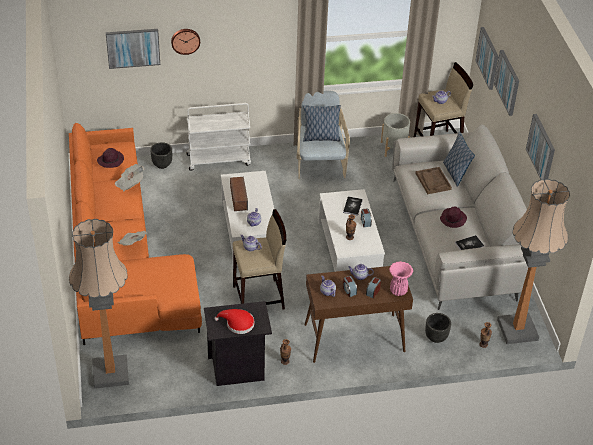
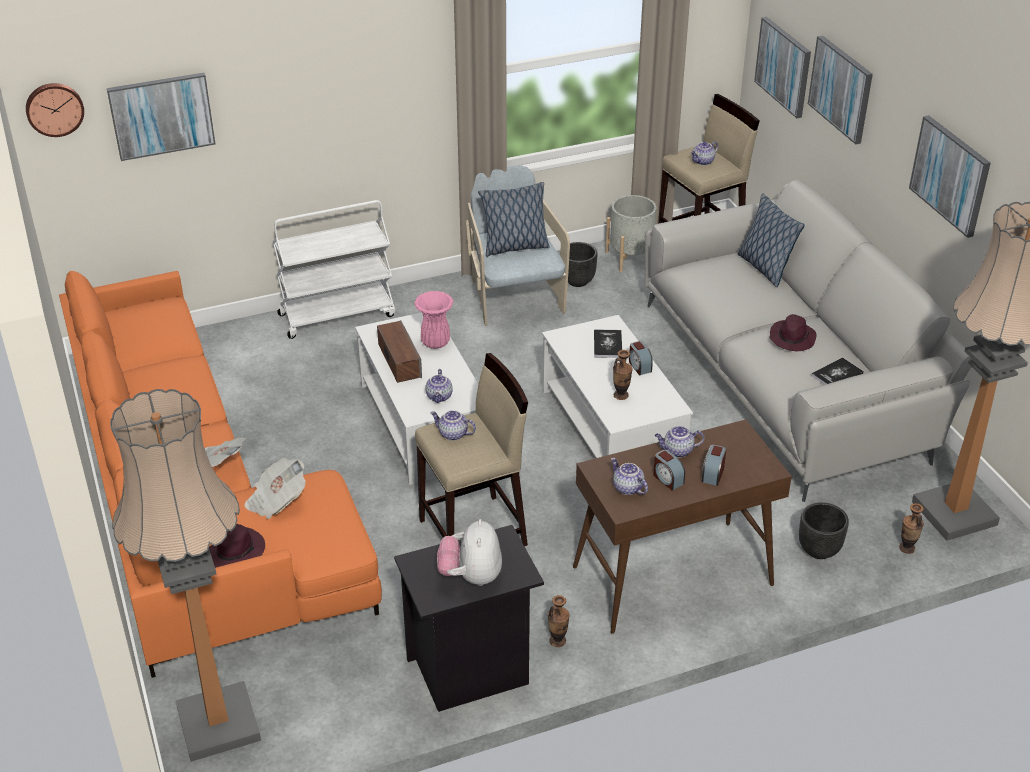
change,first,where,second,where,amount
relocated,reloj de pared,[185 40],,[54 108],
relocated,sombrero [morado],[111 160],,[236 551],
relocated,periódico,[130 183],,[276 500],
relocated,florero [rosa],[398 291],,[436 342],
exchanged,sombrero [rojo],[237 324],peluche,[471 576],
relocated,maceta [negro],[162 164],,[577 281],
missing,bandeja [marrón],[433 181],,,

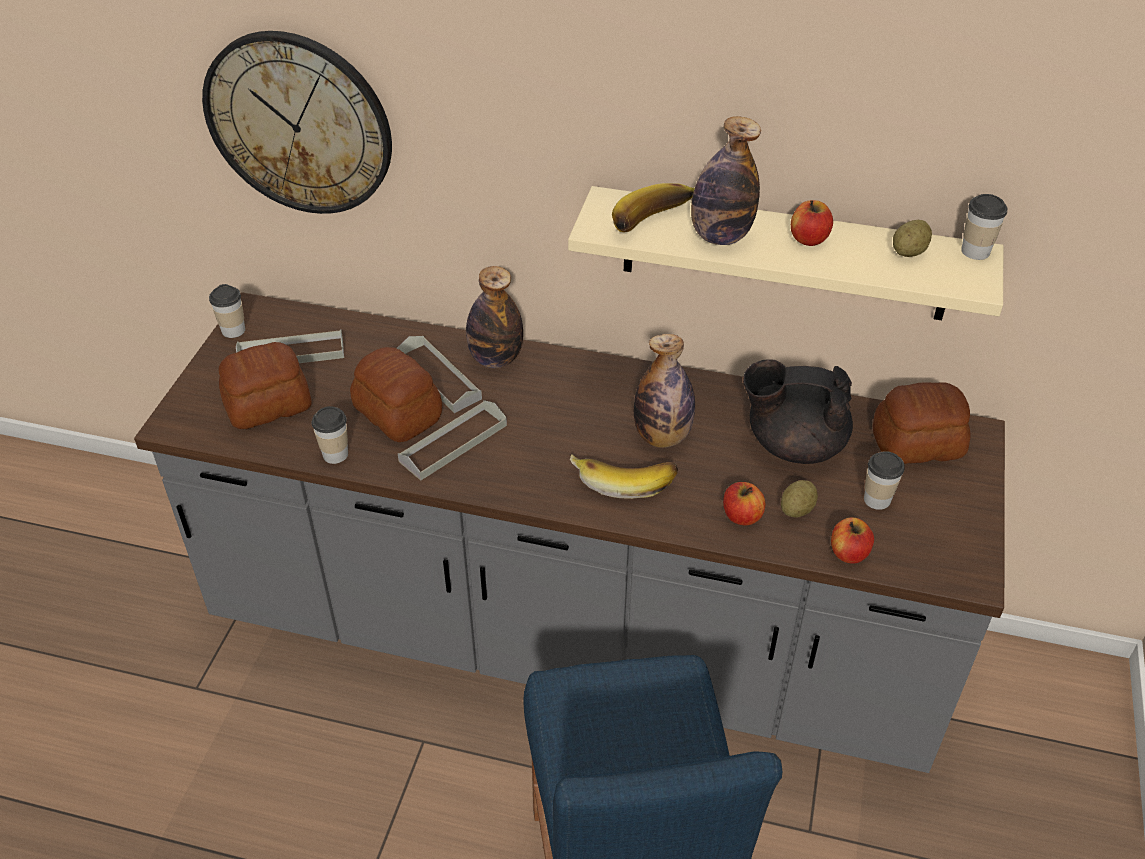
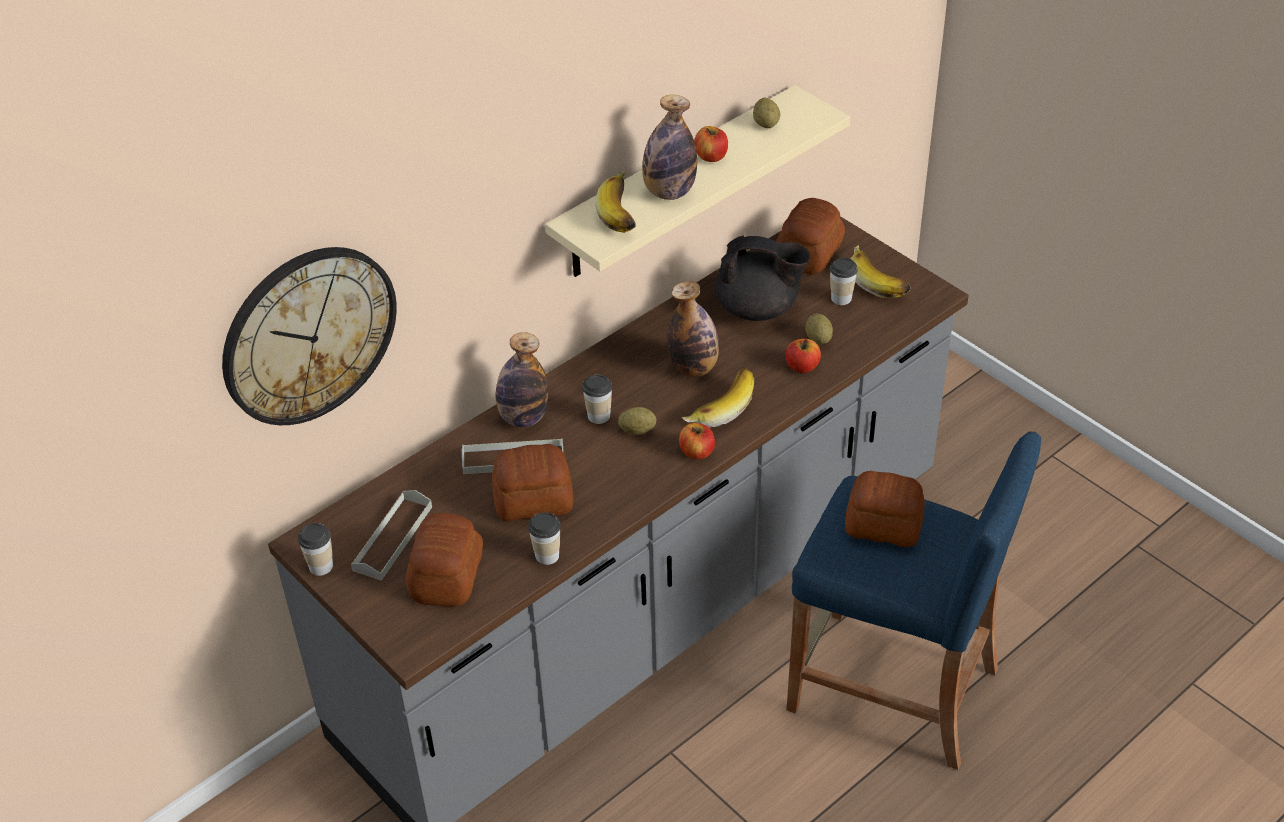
change,first,where,second,where,amount
relocated,taza,[975 251],,[599 416],
appeared,,,patata,[637 430],
relocated,manzana,[849 553],,[697 452],
spun,tetera [negro],[793 444],,[758 308],120 degrees counterclockwise
appeared,,,pan,[884 526],
appeared,,,plátano,[879 281],
missing,bandeja [gris],[453 443],,,

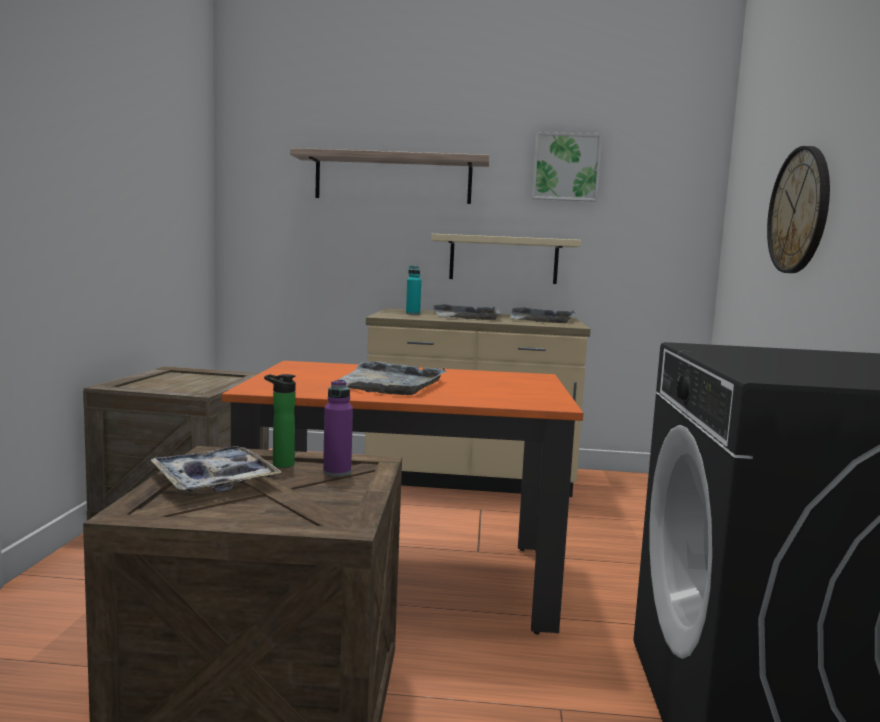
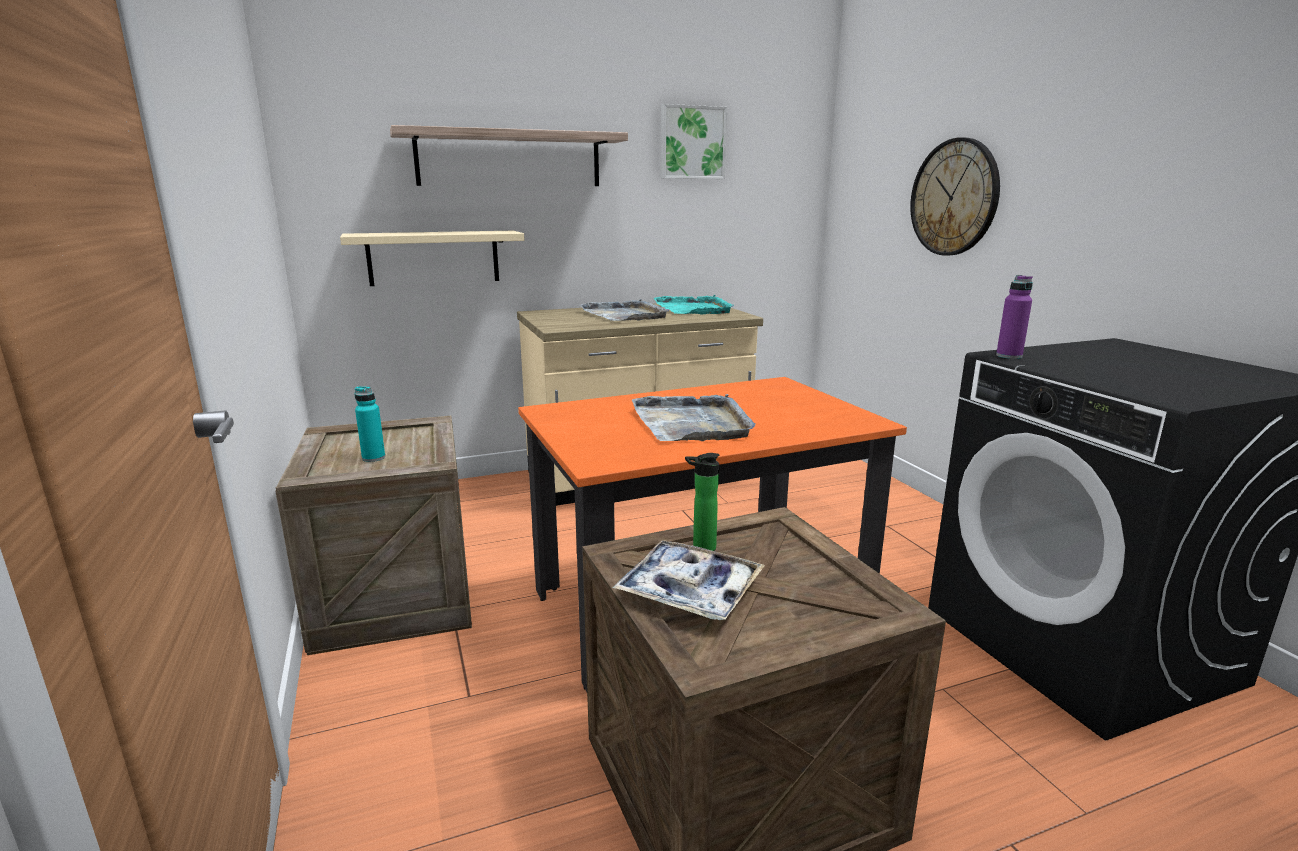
change,first,where,second,where,amount
relocated,estante [beis],[503 259],,[433 257],
relocated,botella [turquesa],[412 314],,[373 458],
colour,bandeja [gris],[541 319],bandeja [turquesa],[694 309],
relocated,botella [morado],[337 472],,[1009 356],

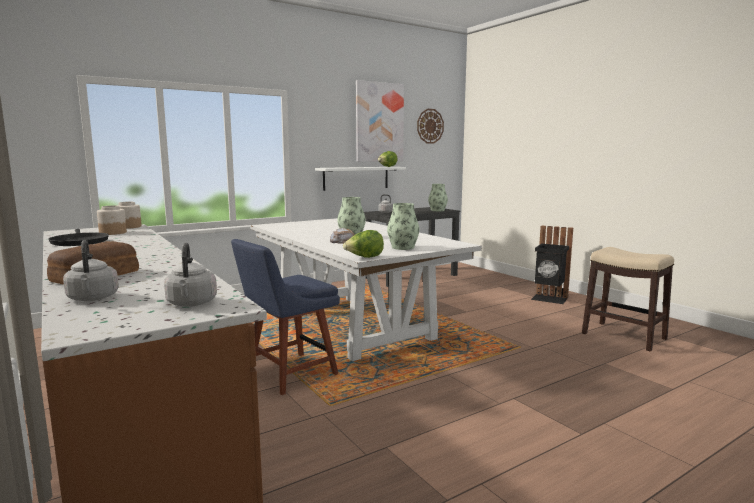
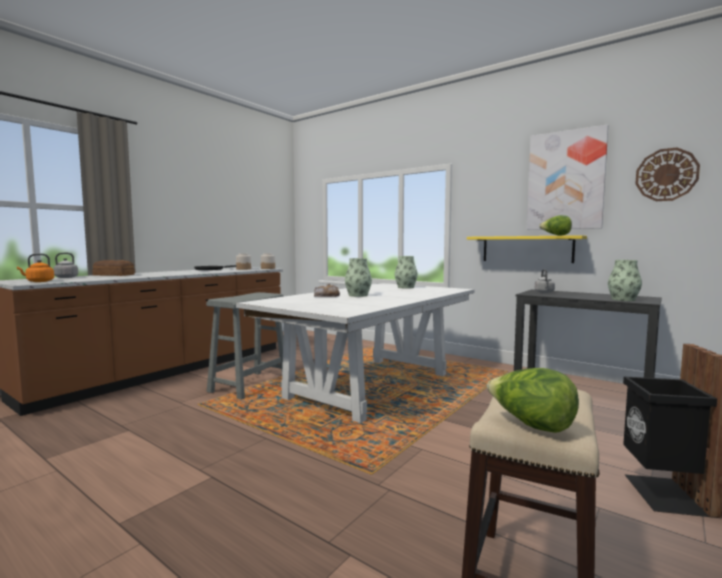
change,first,where,second,where,amount
colour,hervidor [gris],[191 304],hervidor [naranja],[38 281],
exchanged,silla [azul],[288 374],taburete [gris],[250 385],
relocated,florero,[403 247],,[406 287],
colour,estante [blanco],[356 178],estante [amarillo],[526 249],
relocated,lechuga,[364 258],,[531 425],

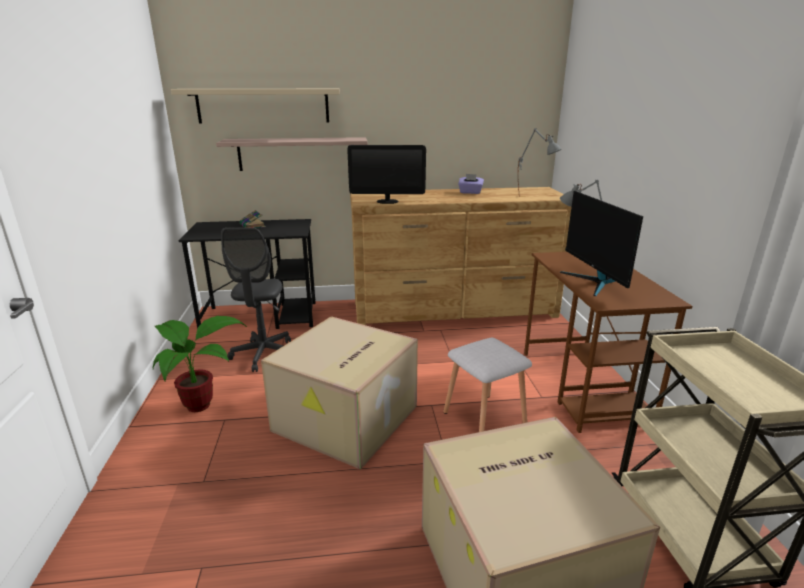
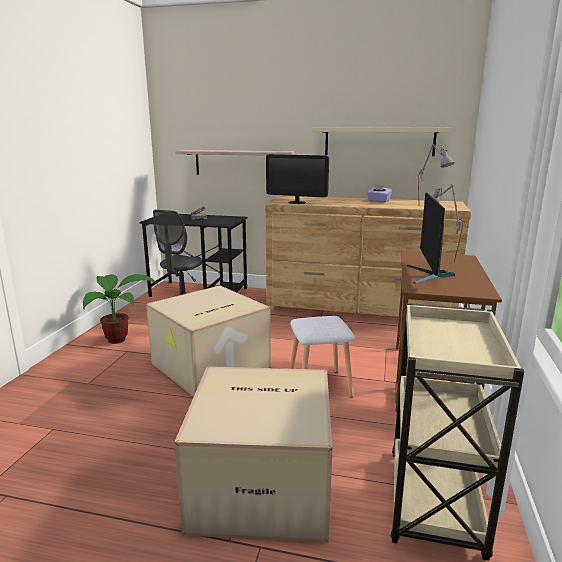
change,first,where,second,where,amount
relocated,estante [beis],[263 106],,[379 141],

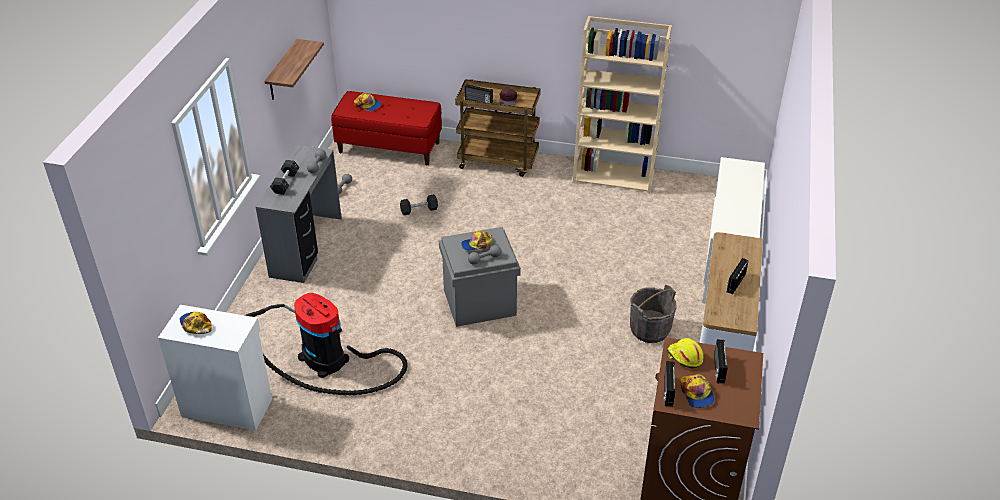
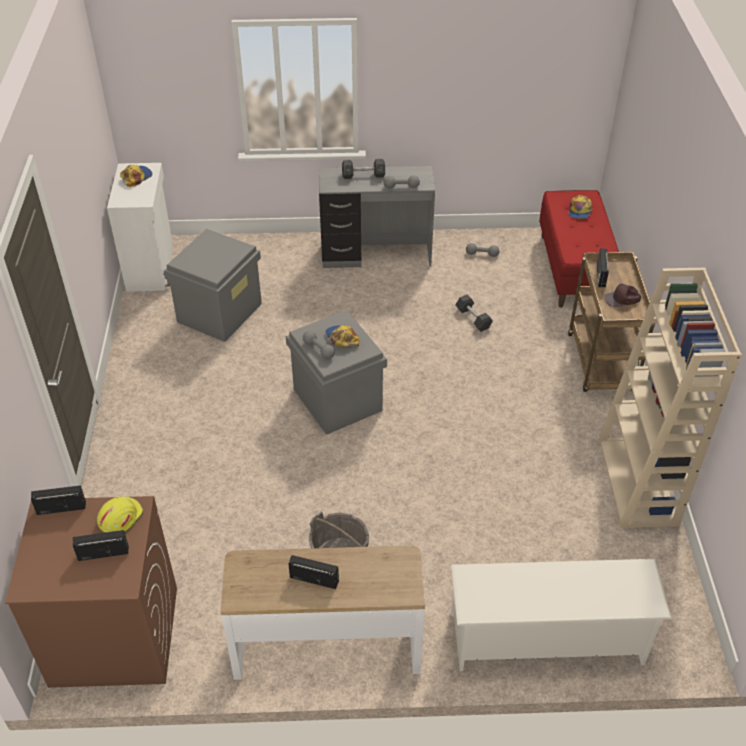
change,first,where,second,where,amount
exchanged,aspiradora,[328 361],caja de almacenaje [gris],[219 312],
missing,estante,[282 71],,,
missing,gorra,[697 394],,,

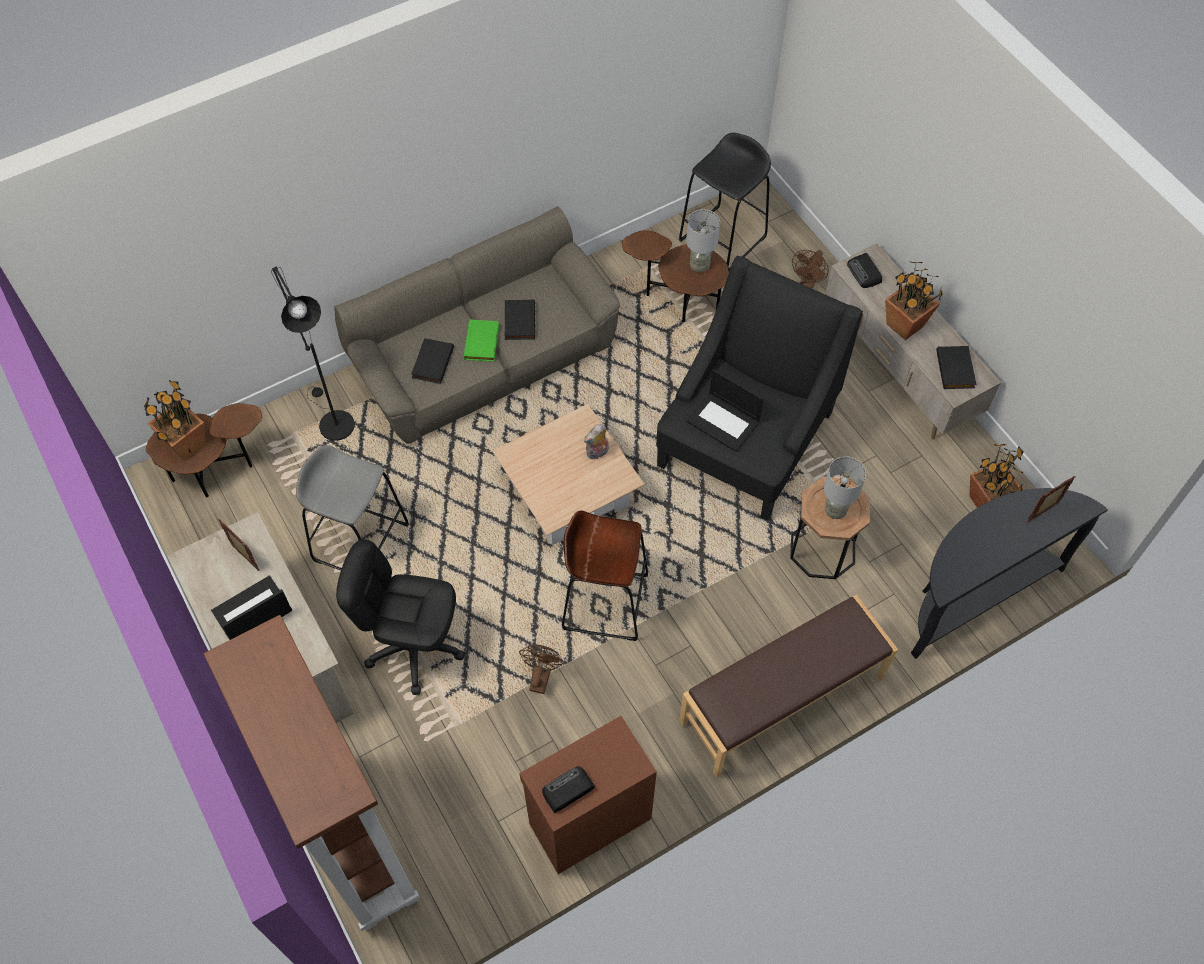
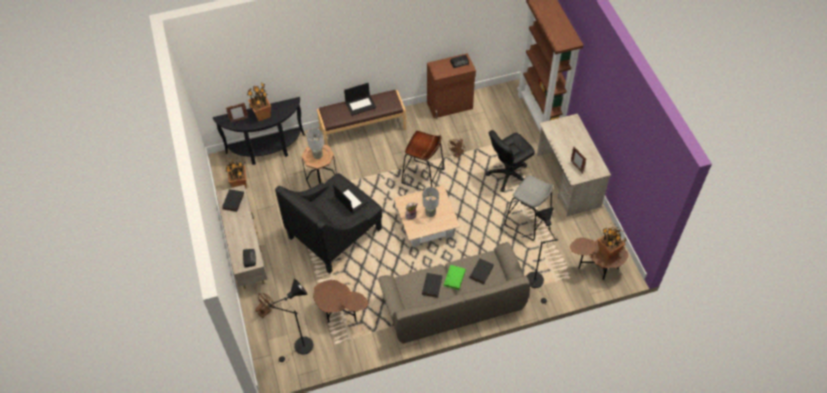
change,first,where,second,where,amount
relocated,planta en maceta,[905 325],,[262 115],
exchanged,taburete [negro],[723 239],lámpara de pie [negro],[300 348],
relocated,portátil,[252 612],,[360 104],
relocated,lámpara de mesa [gris],[699 265],,[430 213],
spun,silla de oficina [negro],[414 646],,[508 175],120 degrees clockwise

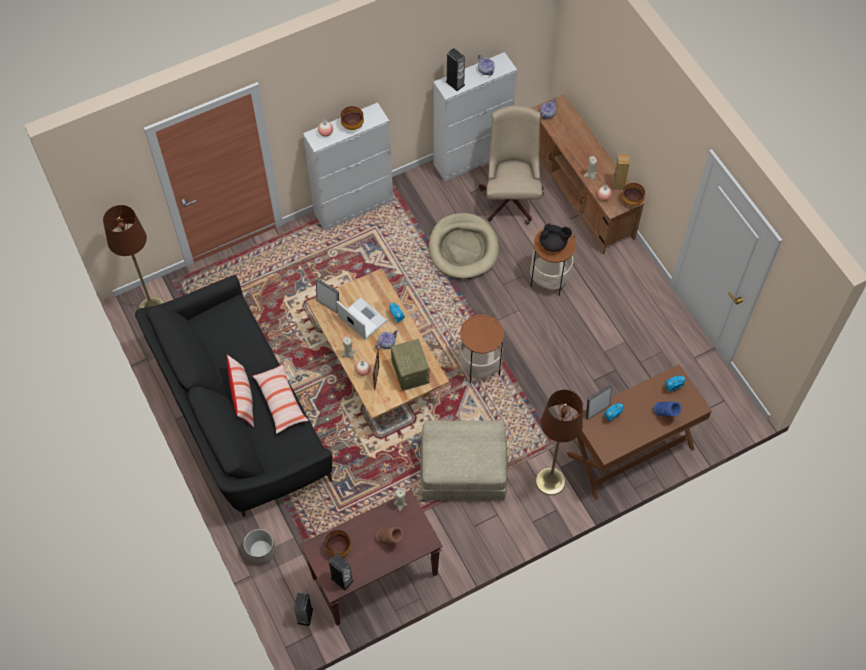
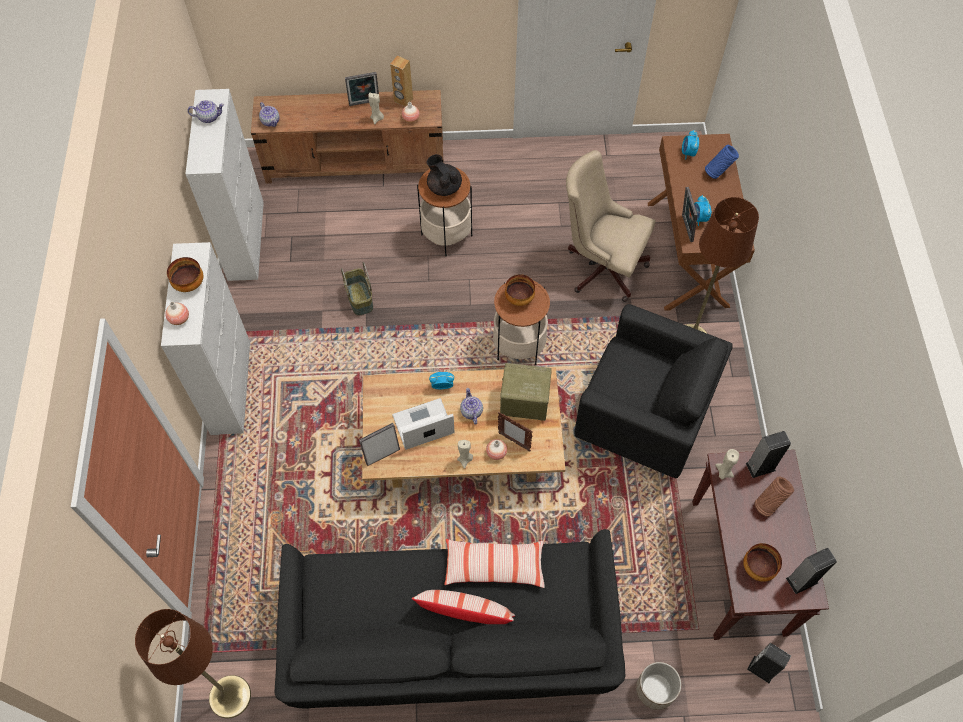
change,first,where,second,where,amount
exchanged,cama para perro [beis],[463 248],cesta,[359 298],
appeared,,,portarretratos,[364 104],
spun,tetera [negro],[553 244],,[444 187],75 degrees counterclockwise
relocated,cuenco,[631 201],,[519 299],
relocated,silla de oficina [beis],[511 196],,[601 266],
exchanged,puf [beis],[462 471],sillón [negro],[642 418],
relocated,altavoz,[455 83],,[760 466],

